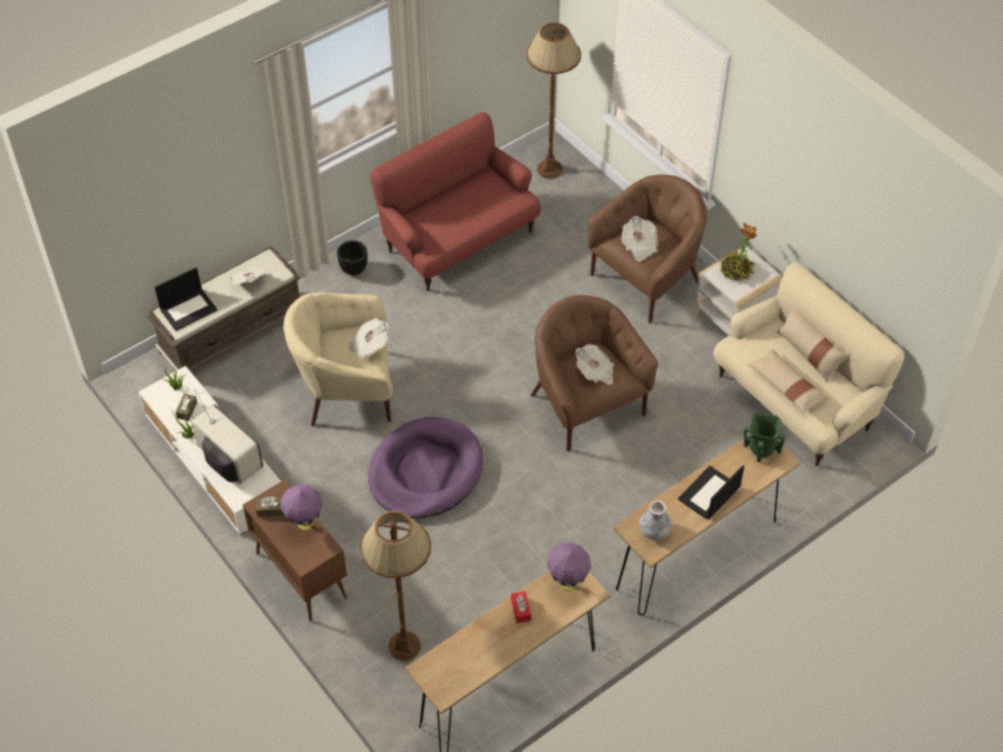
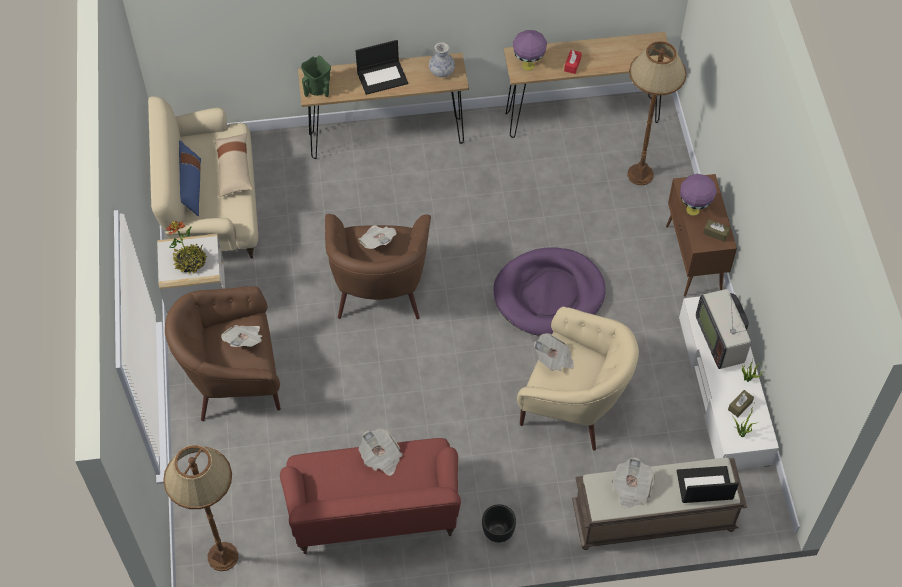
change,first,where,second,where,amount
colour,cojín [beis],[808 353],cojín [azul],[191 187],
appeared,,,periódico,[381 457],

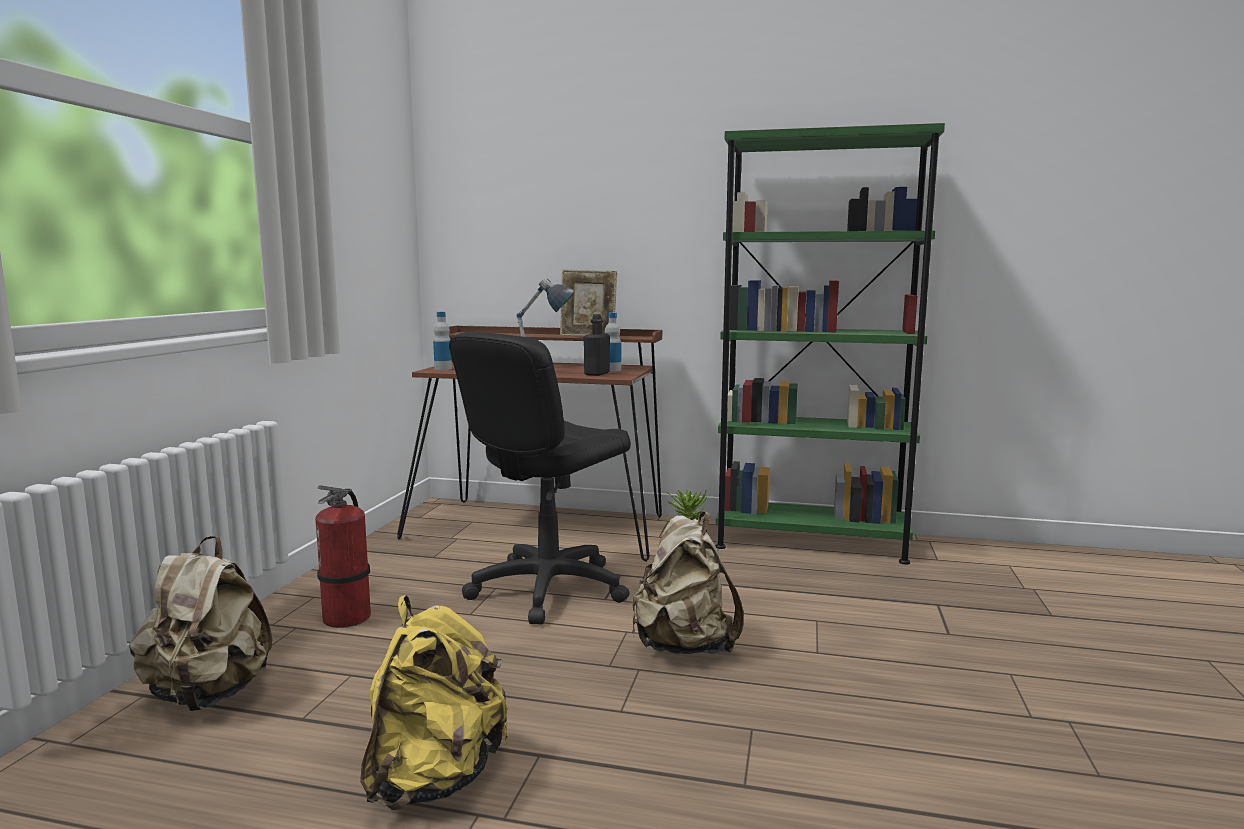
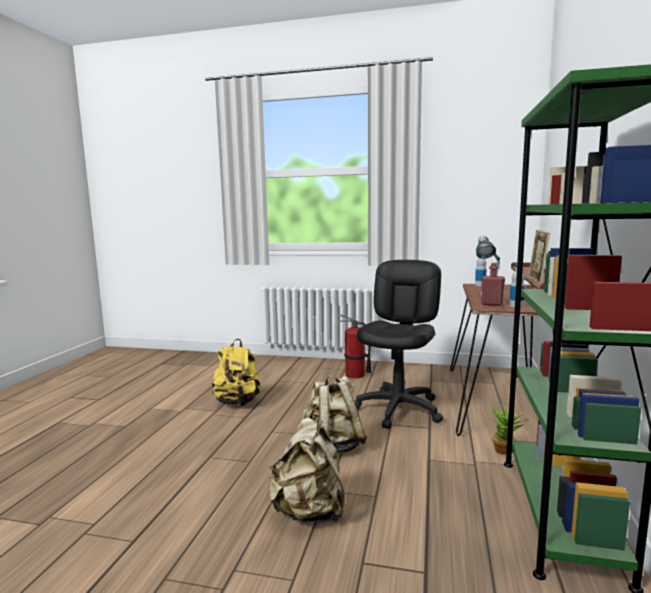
change,first,where,second,where,amount
relocated,mochila [beis],[209 694],,[309 511],
spun,silla de oficina [negro],[547 589],,[398 409],75 degrees clockwise
colour,botella [negro],[597 374],botella [rojo],[492 304],

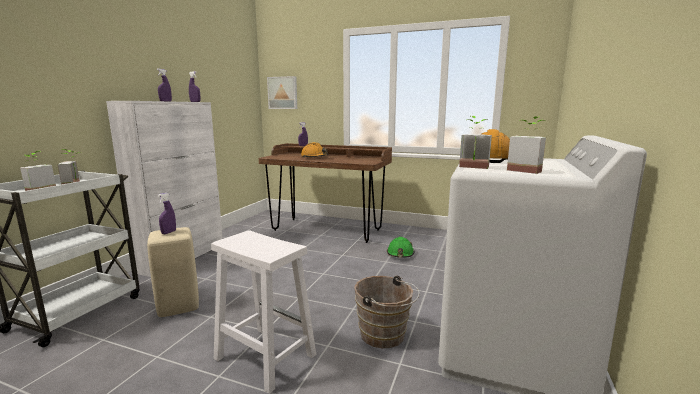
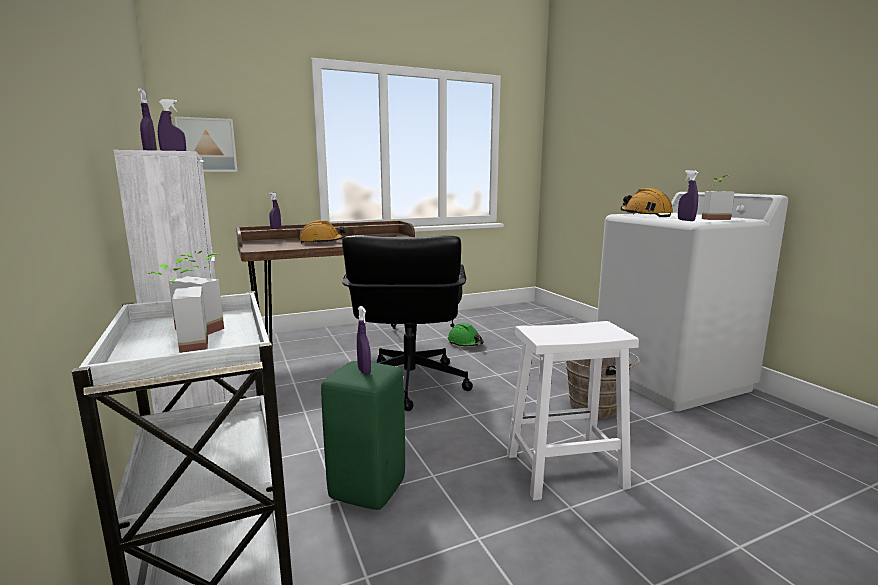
change,first,where,second,where,amount
colour,taburete [beis],[177 307],taburete [verde],[368 490],
appeared,,,silla de oficina [negro],[408 384],
exchanged,planta en maceta,[473 167],pulverizador [morado],[686 220],

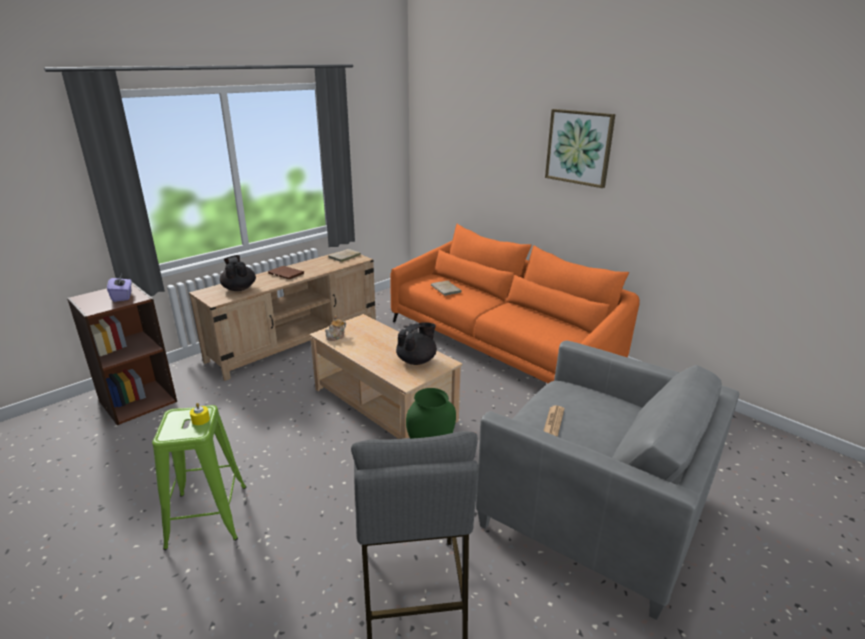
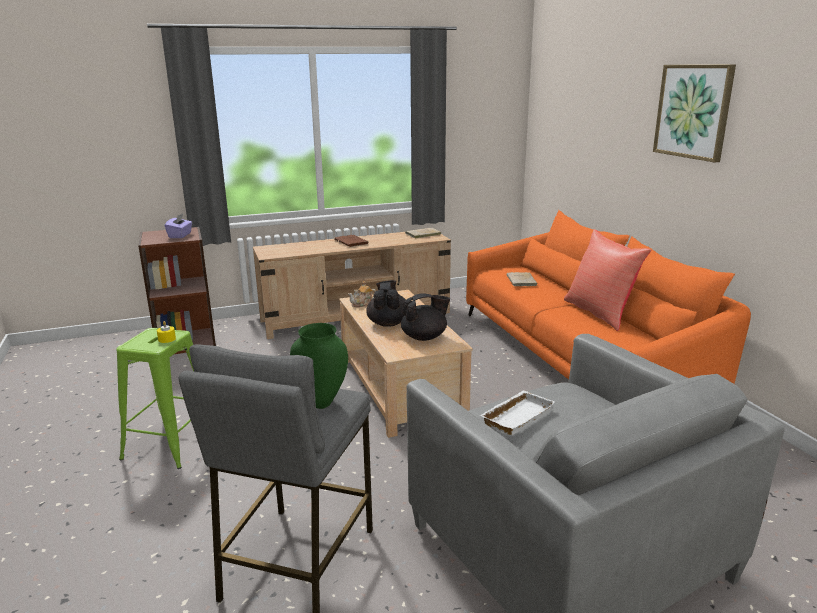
change,first,where,second,where,amount
relocated,tetera [negro],[239 288],,[388 323],
exchanged,periódico,[553 421],bandeja [blanco],[516 416],
appeared,,,cojín [rojo],[600 313],

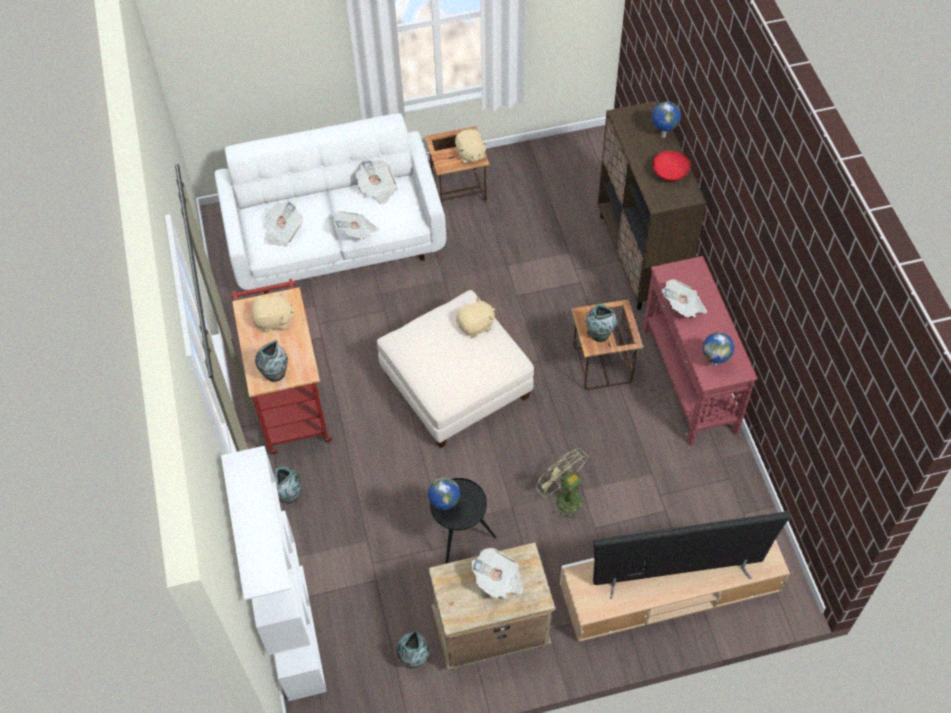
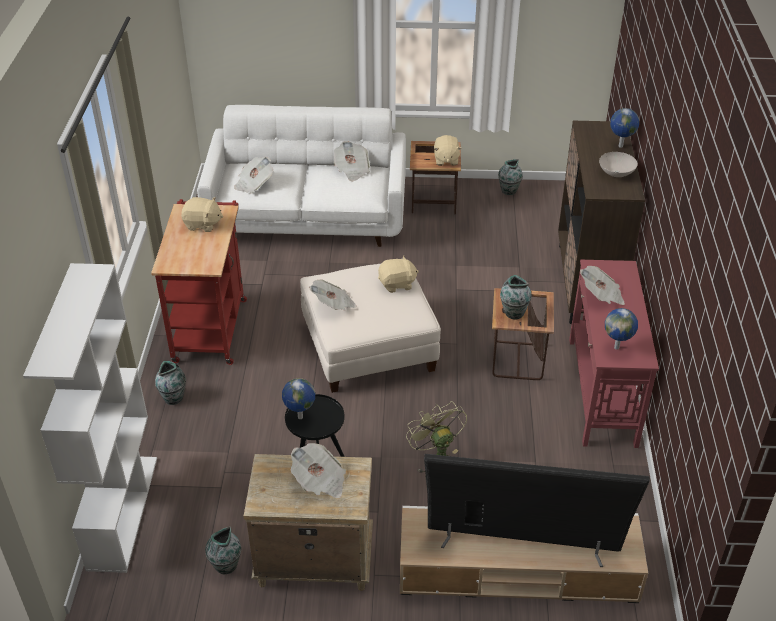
change,first,where,second,where,amount
relocated,periódico,[357 232],,[333 305],
relocated,florero,[275 374],,[508 191],
colour,cuenco [rojo],[670 174],cuenco [blanco],[616 173],

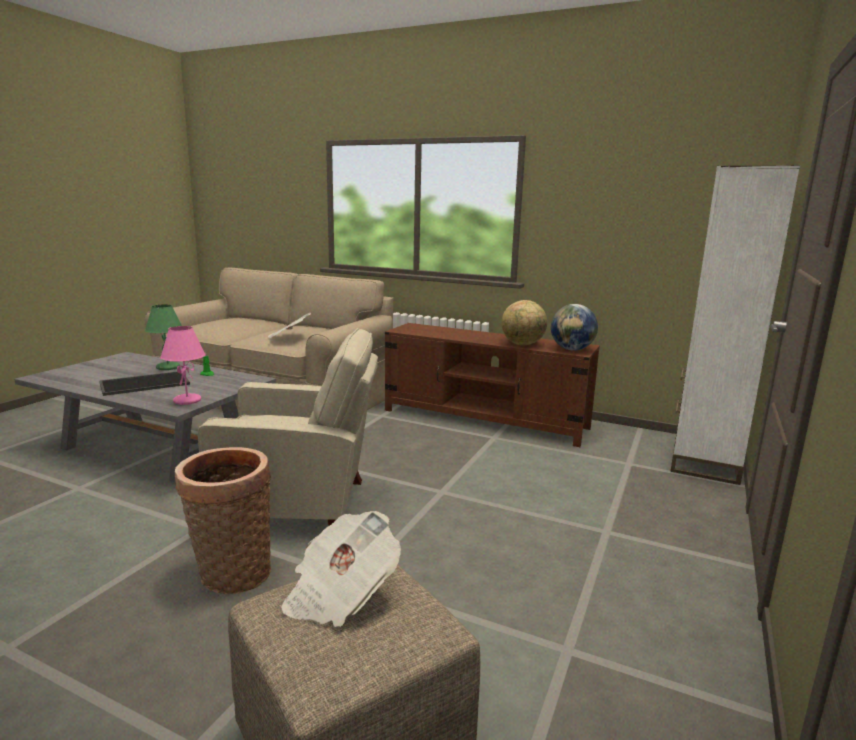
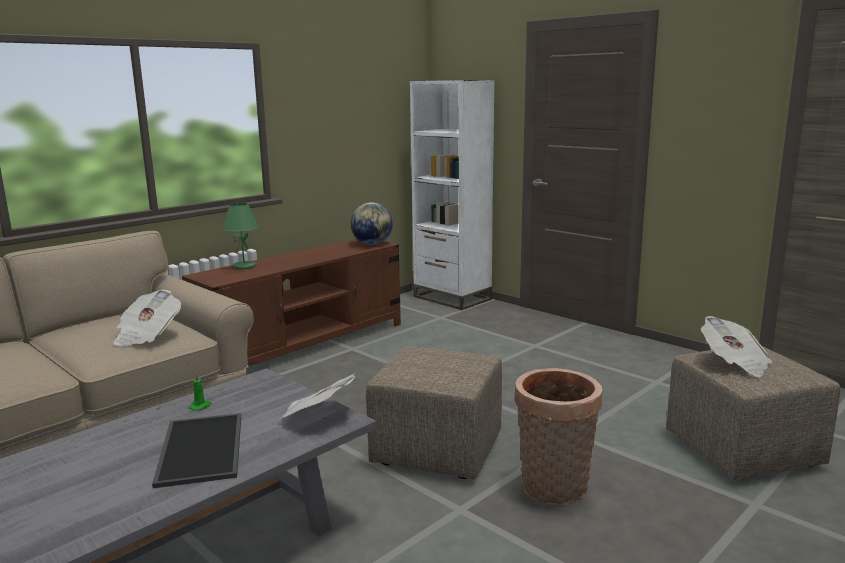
change,first,where,second,where,amount
relocated,lámpara de mesa [verde],[167 367],,[244 266],
exchanged,lámpara de mesa [rosa],[187 400],periódico,[318 416],
exchanged,sillón [beis],[301 505],puf [beis],[439 450],
missing,globo terráqueo,[523 344],,,

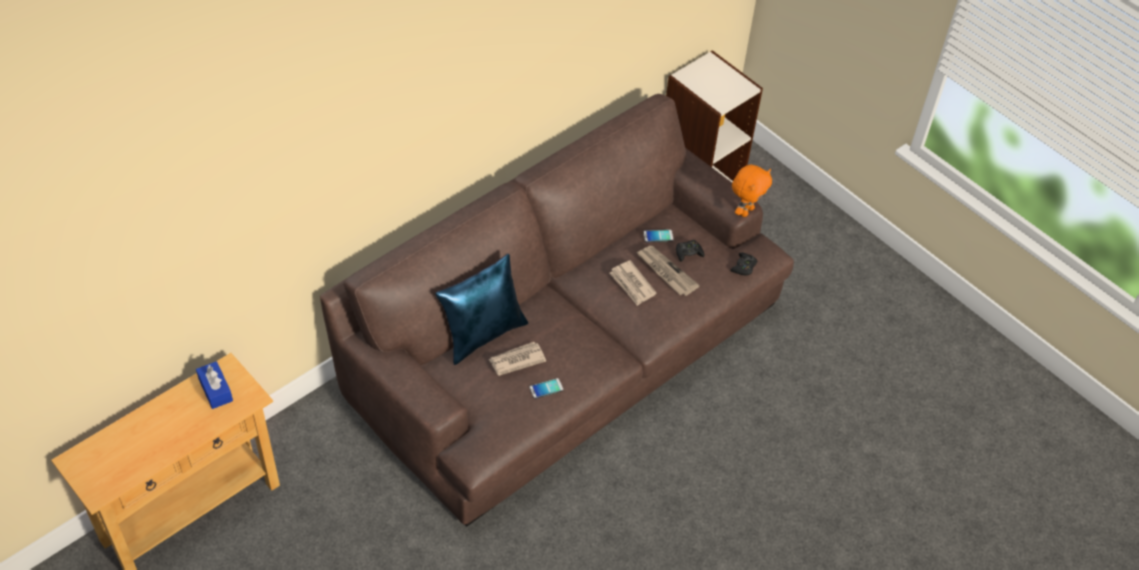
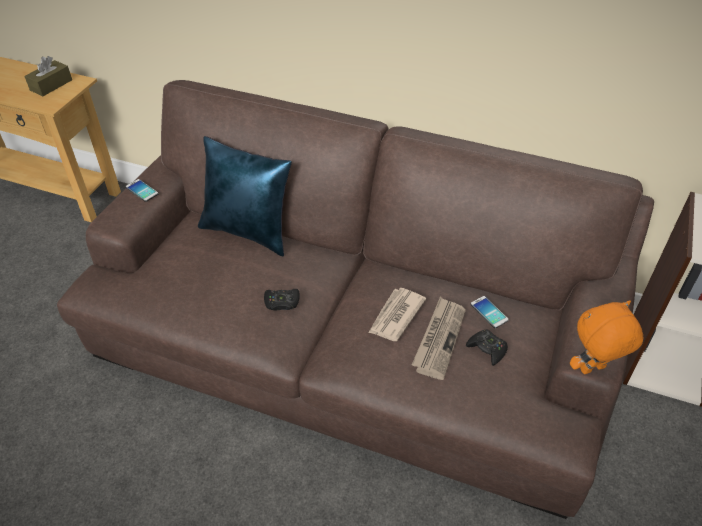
change,first,where,second,where,amount
colour,caja de pañuelos [azul],[215 390],caja de pañuelos [marrón],[51 85],
relocated,móvil,[546 389],,[142 190],
relocated,mando de consola [negro],[744 267],,[282 302],
spun,peluche [naranja],[746 211],,[593 370],150 degrees clockwise
missing,periódico,[516 360],,,

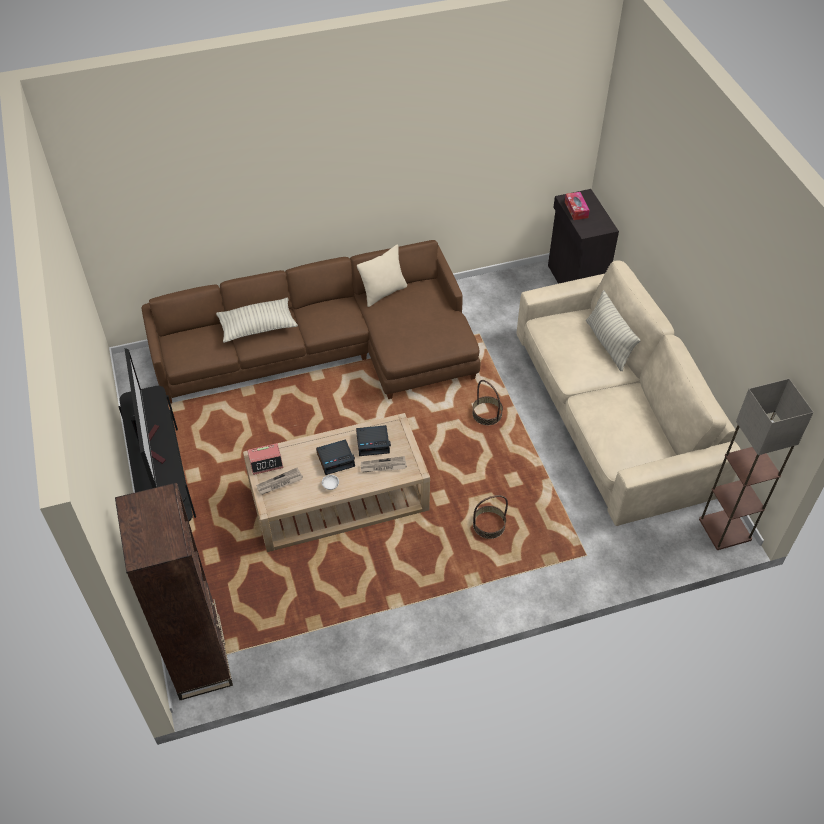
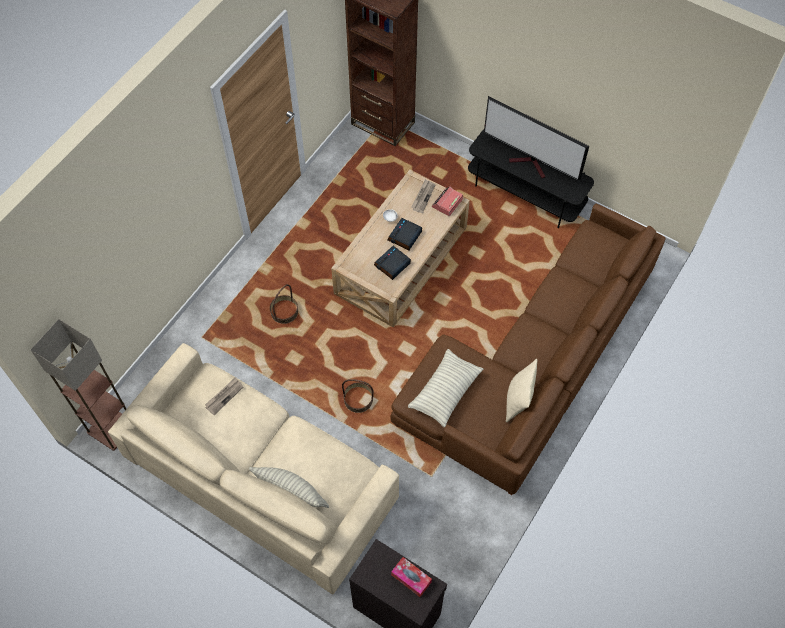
change,first,where,second,where,amount
relocated,periódico,[383 466],,[224 396],
relocated,cojín,[257 327],,[445 392],

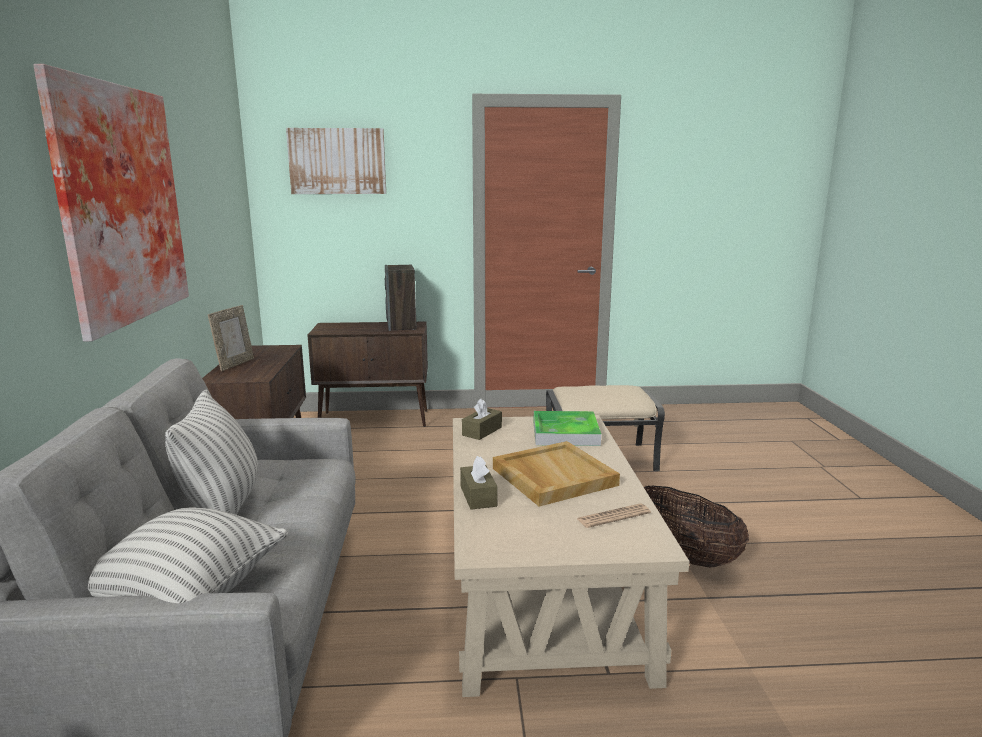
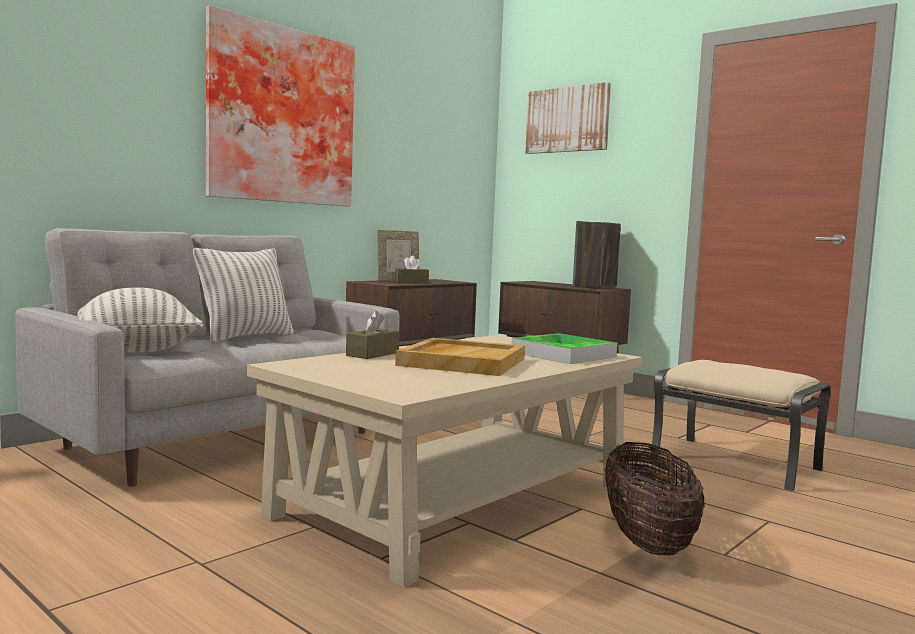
change,first,where,second,where,amount
relocated,caja de pañuelos [marrón],[482 431],,[411 282],
missing,periódico,[613 516],,,

